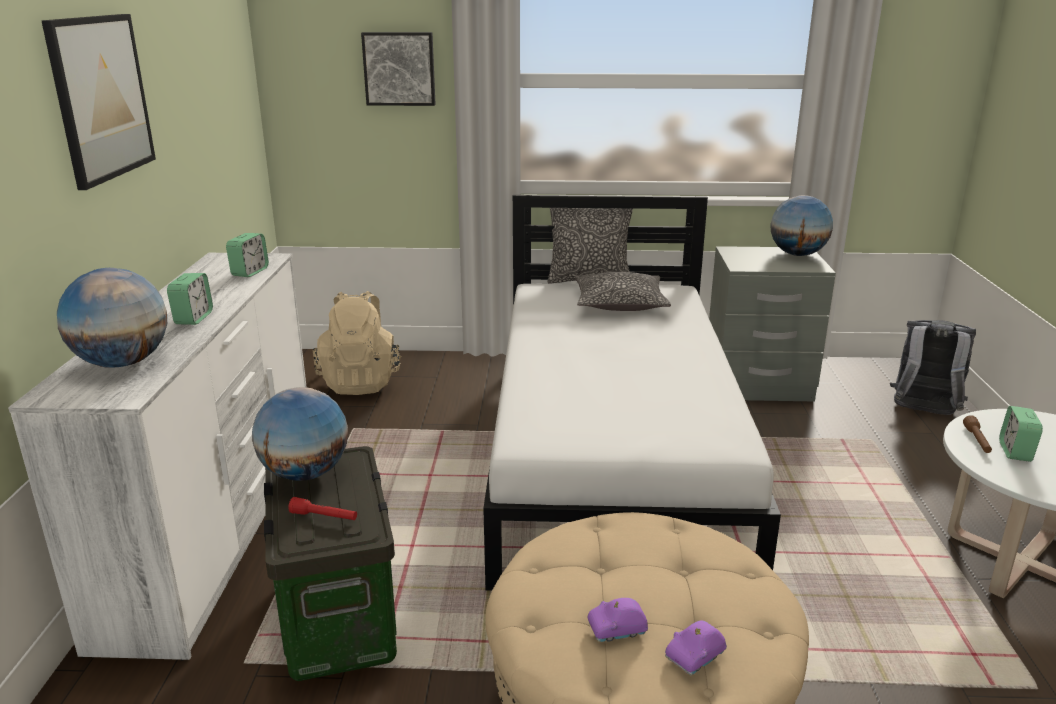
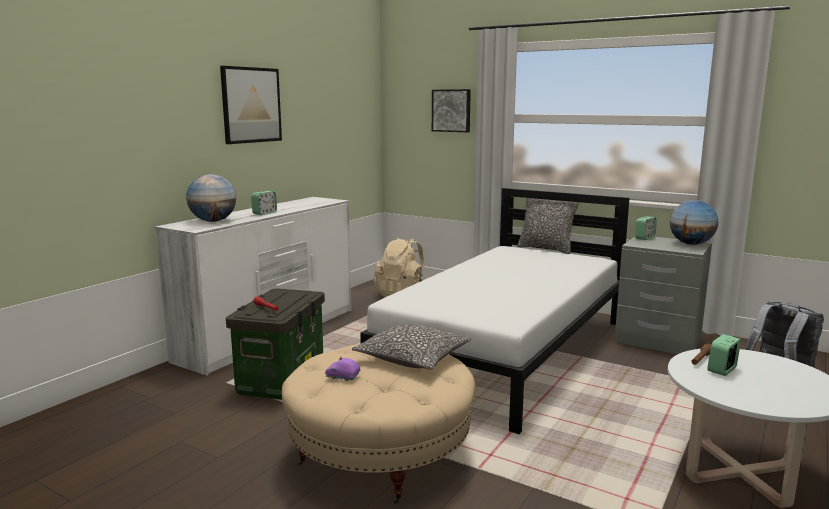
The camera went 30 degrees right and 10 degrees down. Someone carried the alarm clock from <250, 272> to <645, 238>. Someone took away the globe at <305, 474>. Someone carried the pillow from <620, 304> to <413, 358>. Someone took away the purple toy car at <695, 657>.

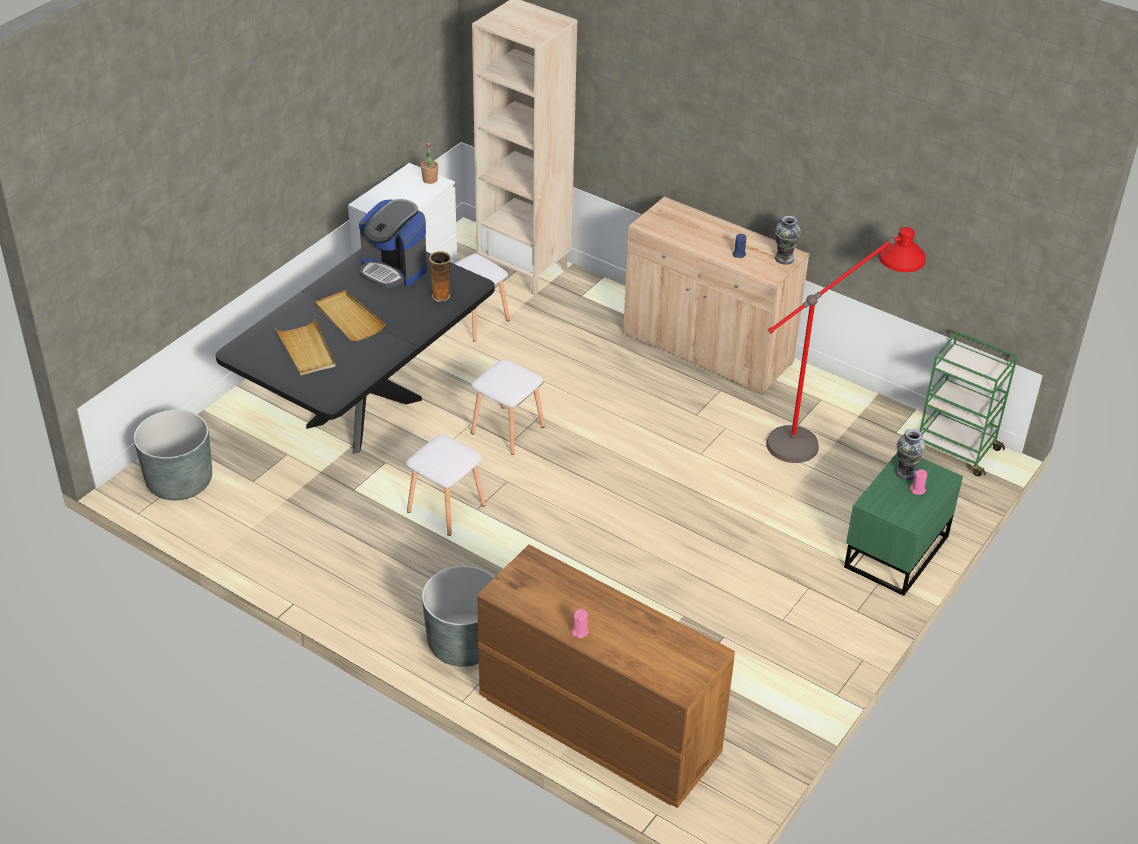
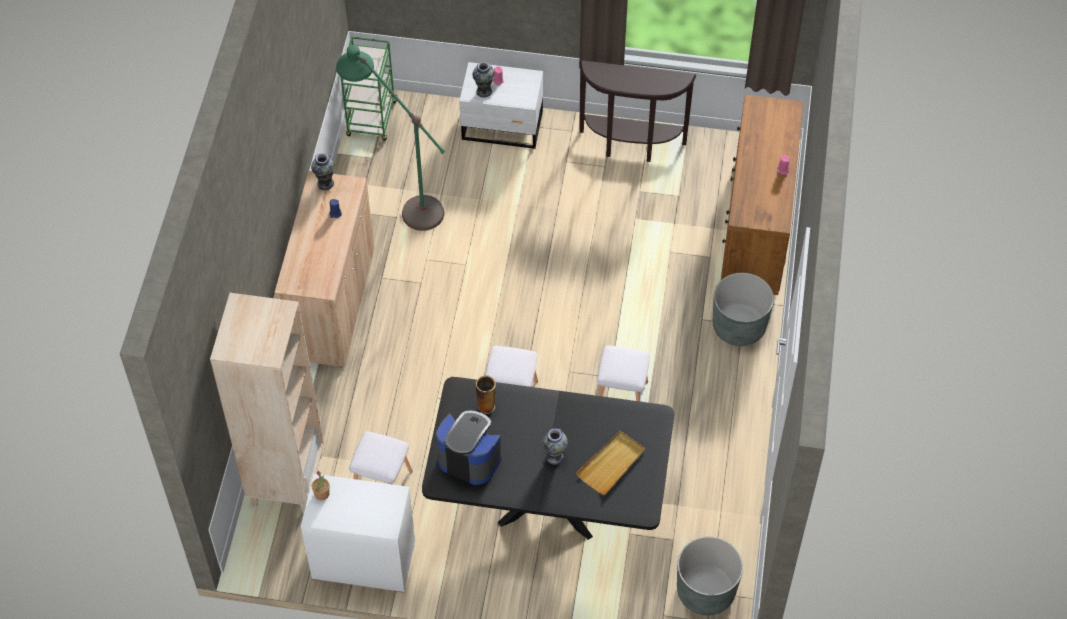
The camera went 115 degrees left and 15 degrees up. Someone swapped the beige tray at <348, 318> for the vase at <554, 456>. Someone rotated the coffee machine at <393, 269> by 75 degrees counterclockwise. Someone repainted the red floor lamp at <824, 435>, which became the green floor lamp at <400, 197>. Someone repainted the green nightstand at <893, 552>, which became the white nightstand at <503, 127>. Someone put down the brown console table at <631, 147>.

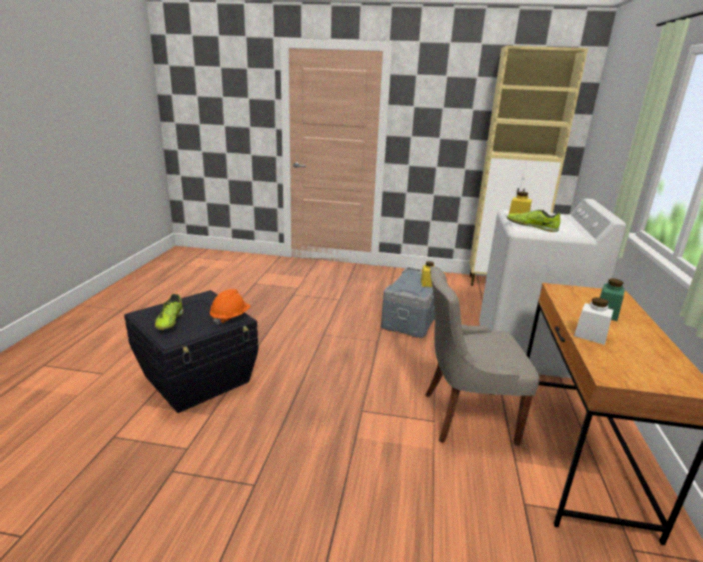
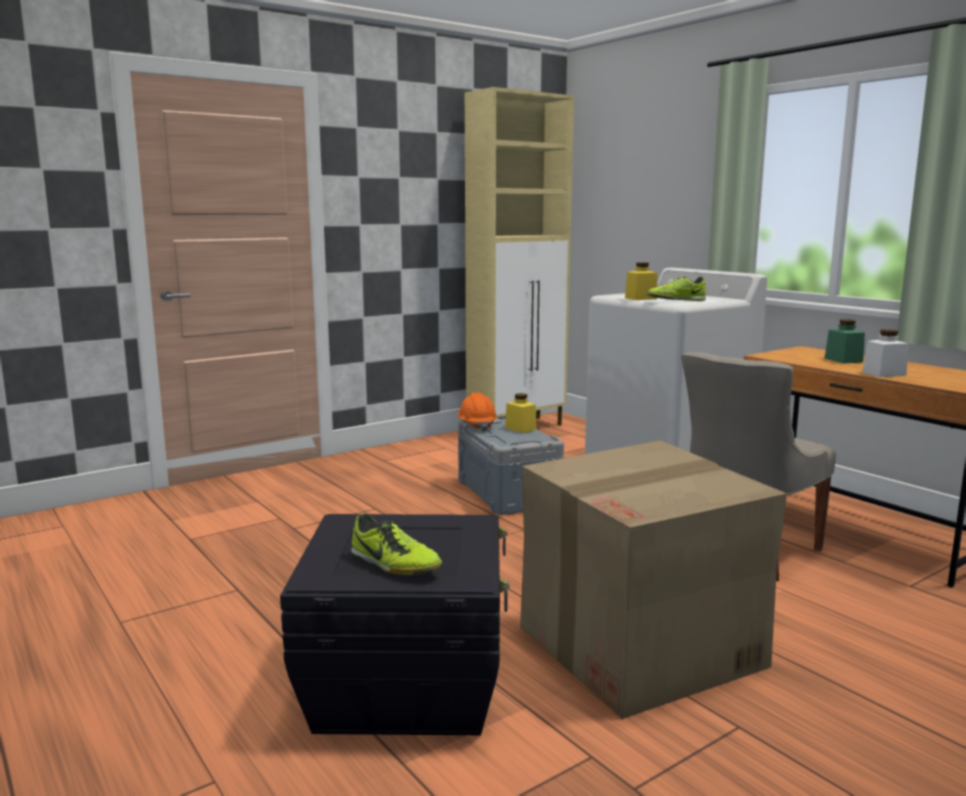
The camera went 45 degrees left and 10 degrees down. Someone carried the orange hard hat from <230, 317> to <476, 426>. Someone put down the cardboard box at <641, 646>.

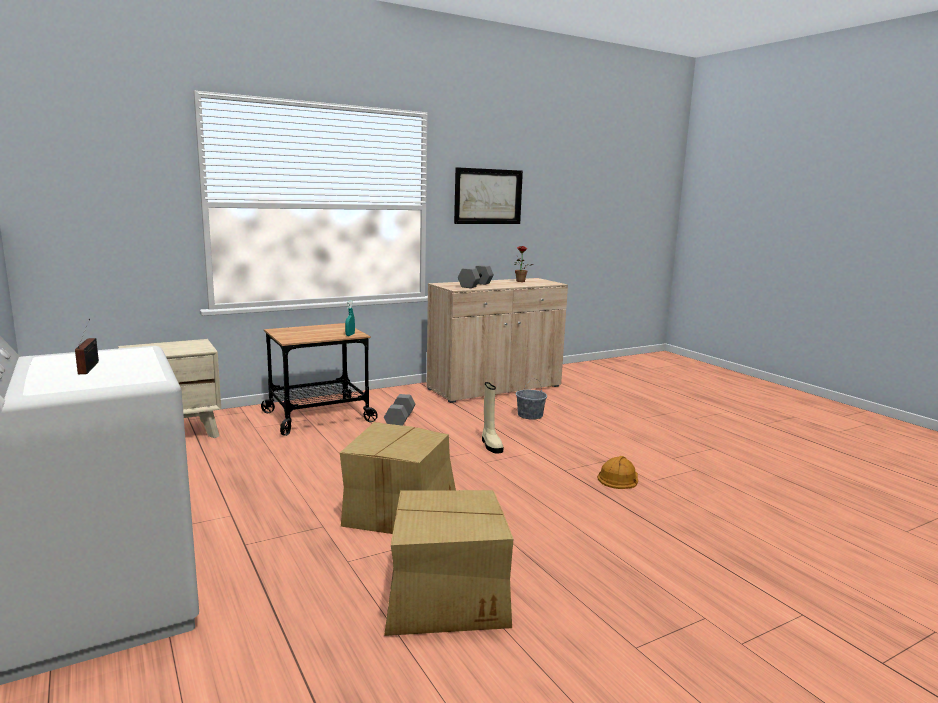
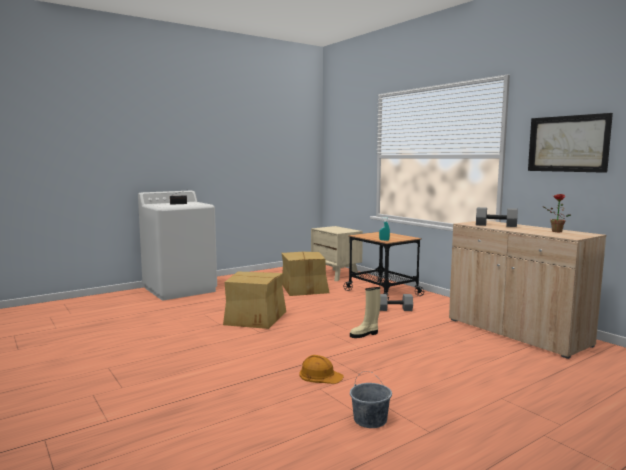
The camera went 85 degrees right and 5 degrees down. Someone carried the cardboard box from <444, 597> to <304, 289>. Someone carried the grey bucket from <530, 415> to <370, 420>.

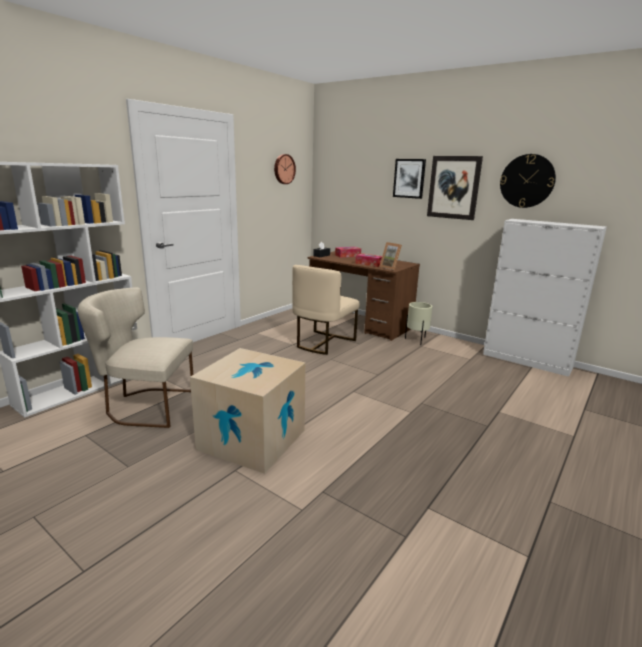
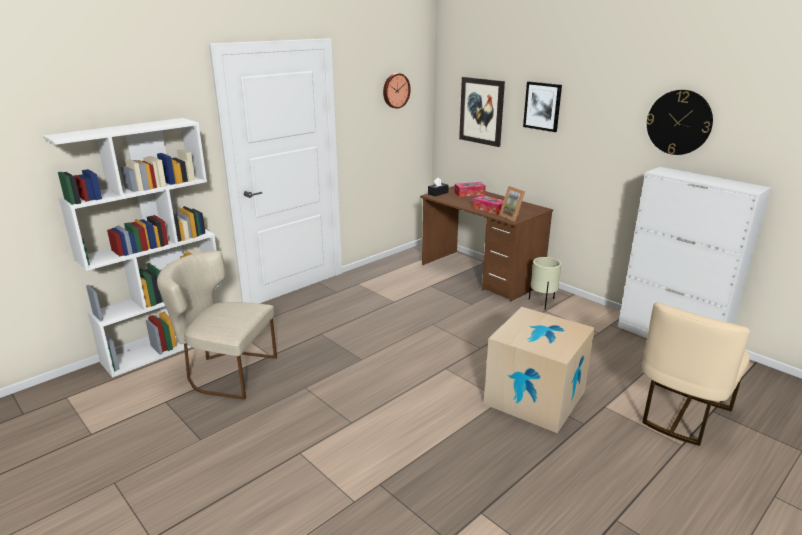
The camera went 10 degrees right and 5 degrees up. Someone carried the cardboard box from <252, 439> to <534, 398>. Someone carried the beige chair from <323, 343> to <680, 414>. Someone carried the picture from <453, 187> to <481, 111>.

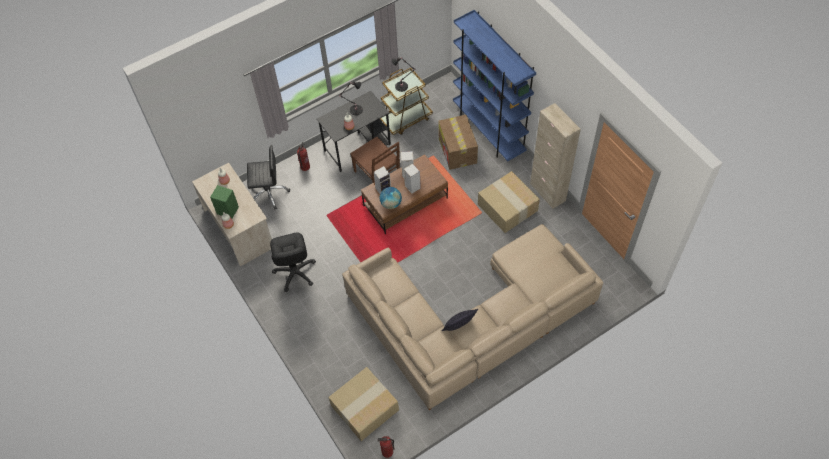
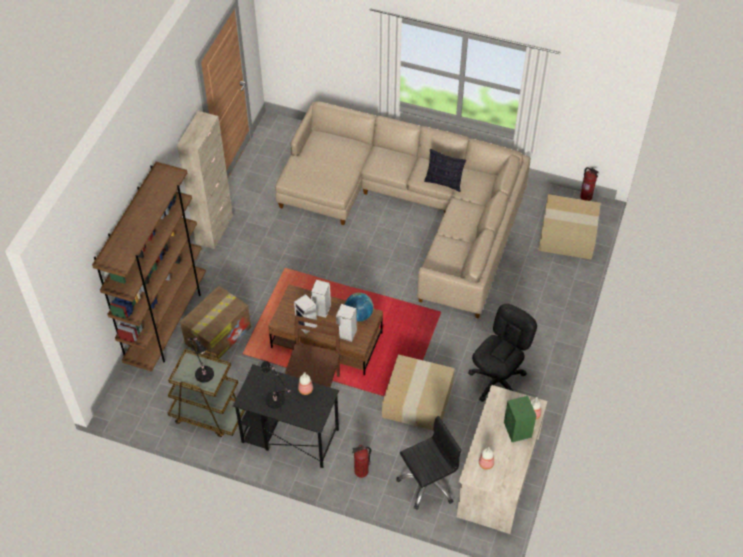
The camera went 130 degrees left and 5 degrees down. Someone rotated the black office chair at <268, 193> by 105 degrees clockwise. Someone repainted the blue bookcase at <488, 131>, which became the brown bookcase at <166, 323>. Someone carried the cardboard box from <508, 207> to <417, 399>.

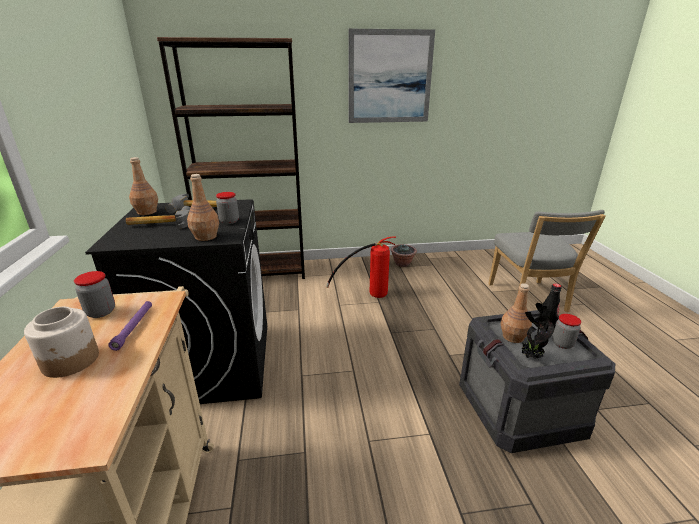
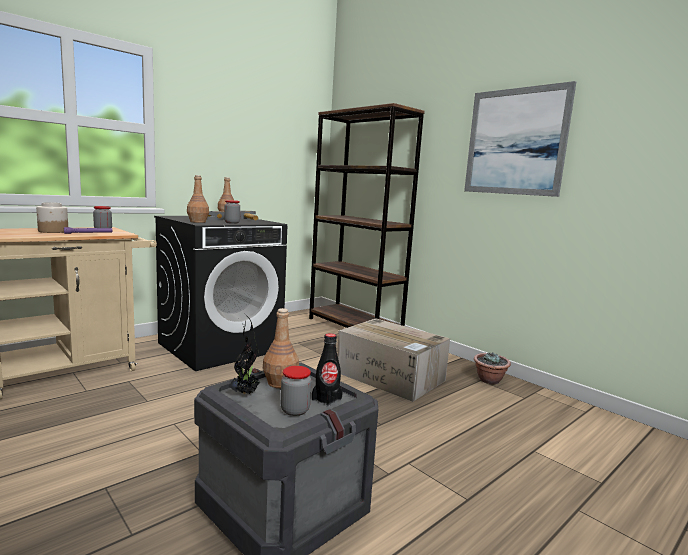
The camera went 55 degrees right and 15 degrees down. Someone swapped the fire extinguisher at <368, 295> for the cardboard box at <392, 377>. Someone took away the grey chair at <528, 300>.

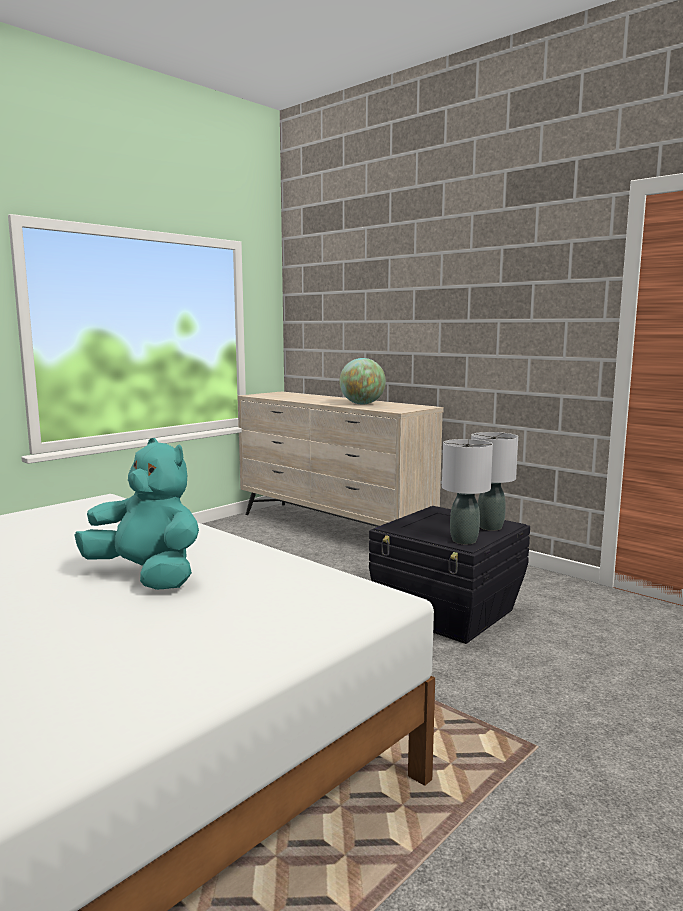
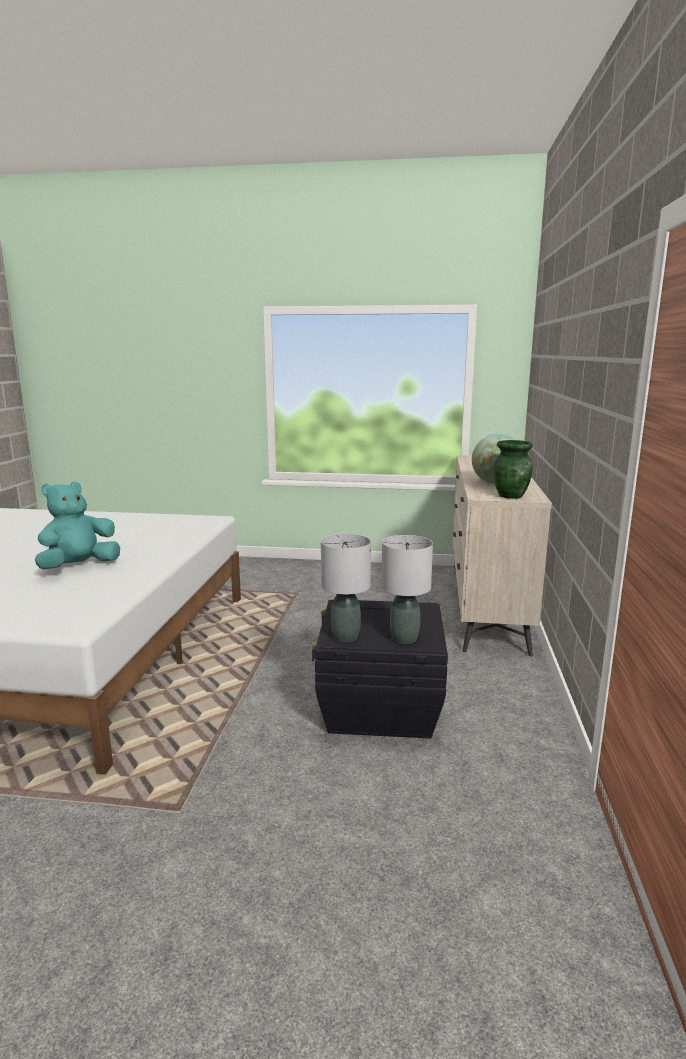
The camera went 55 degrees right and 5 degrees up. Someone rotated the turquoise plush toy at <147, 576> by 135 degrees counterclockwise. Someone put down the green vase at <511, 496>.

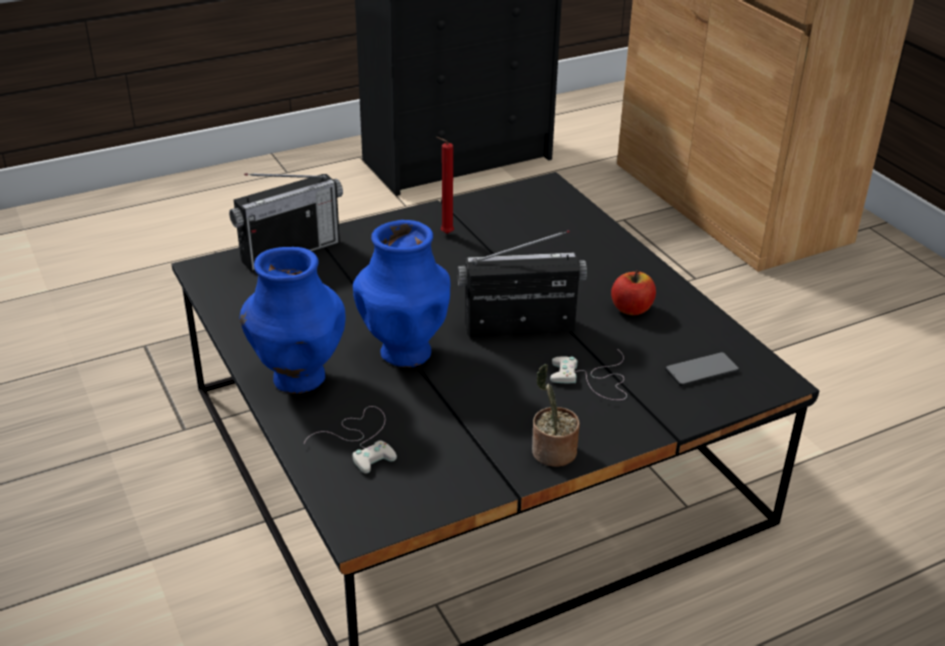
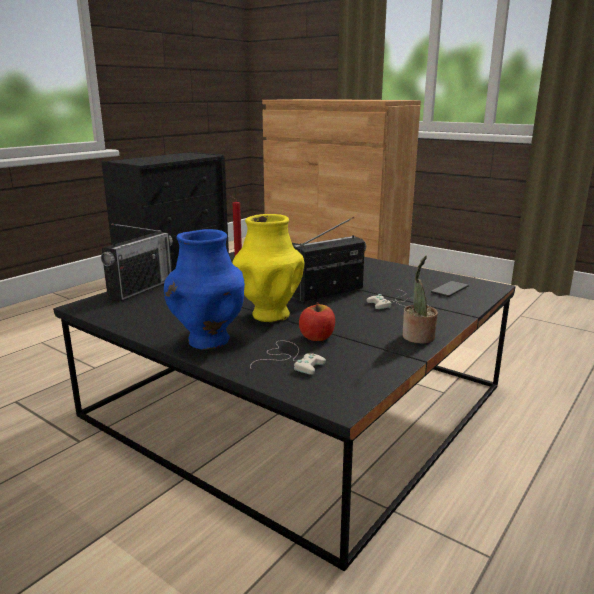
The camera went 25 degrees left and 15 degrees down. Someone repainted the blue vase at <405, 351>, which became the yellow vase at <270, 315>. Someone carried the apple from <631, 309> to <317, 337>.

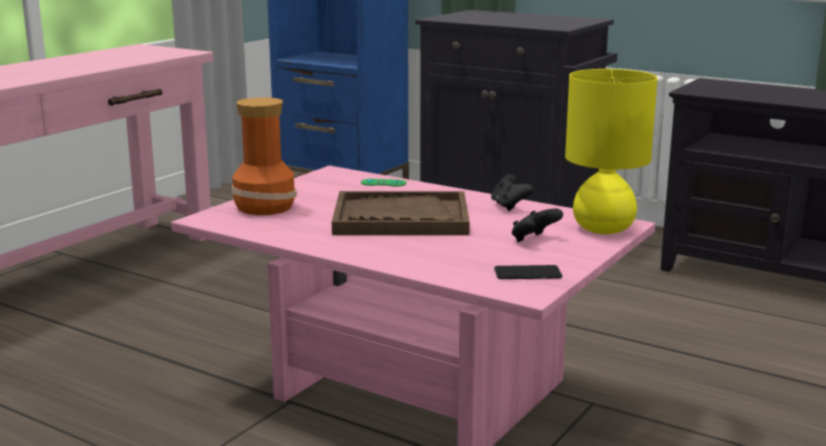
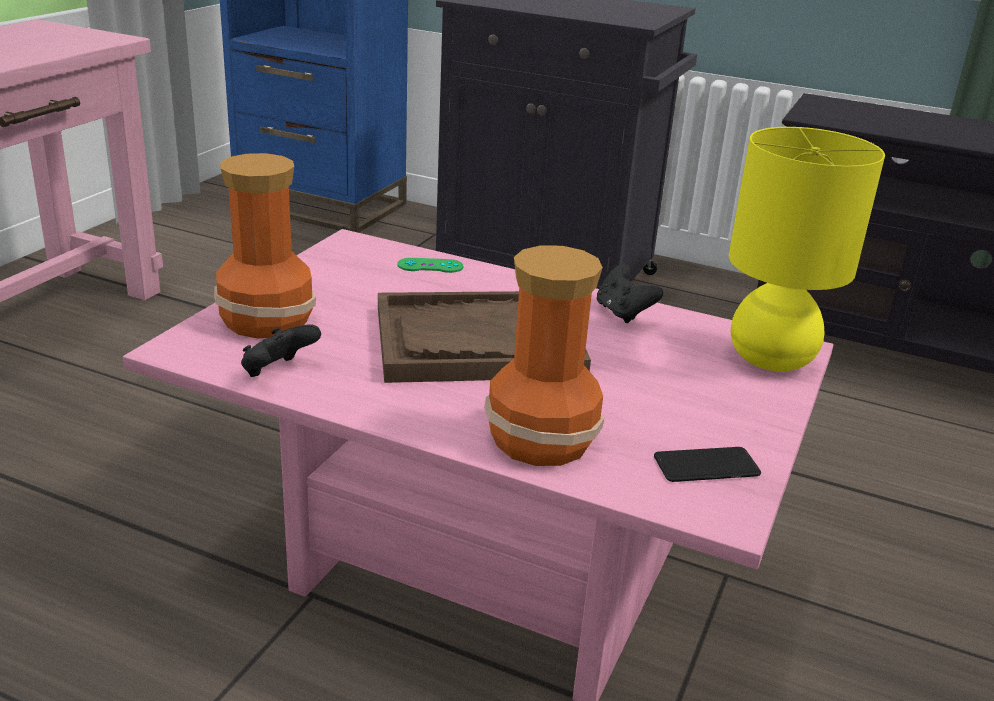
The camera went 10 degrees left and 10 degrees up. Someone carried the black game controller from <534, 240> to <278, 372>. Someone put down the vase at <539, 440>.

